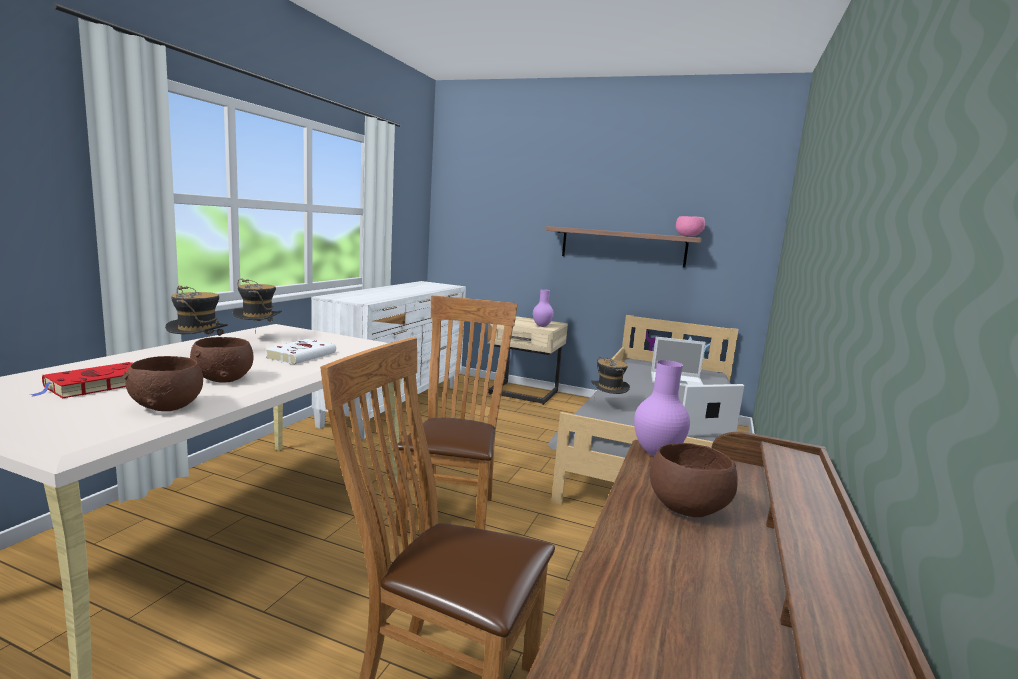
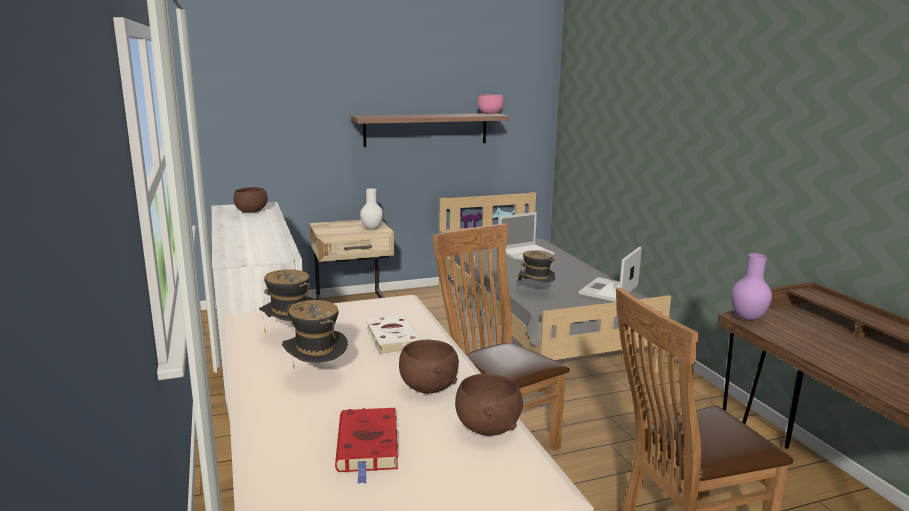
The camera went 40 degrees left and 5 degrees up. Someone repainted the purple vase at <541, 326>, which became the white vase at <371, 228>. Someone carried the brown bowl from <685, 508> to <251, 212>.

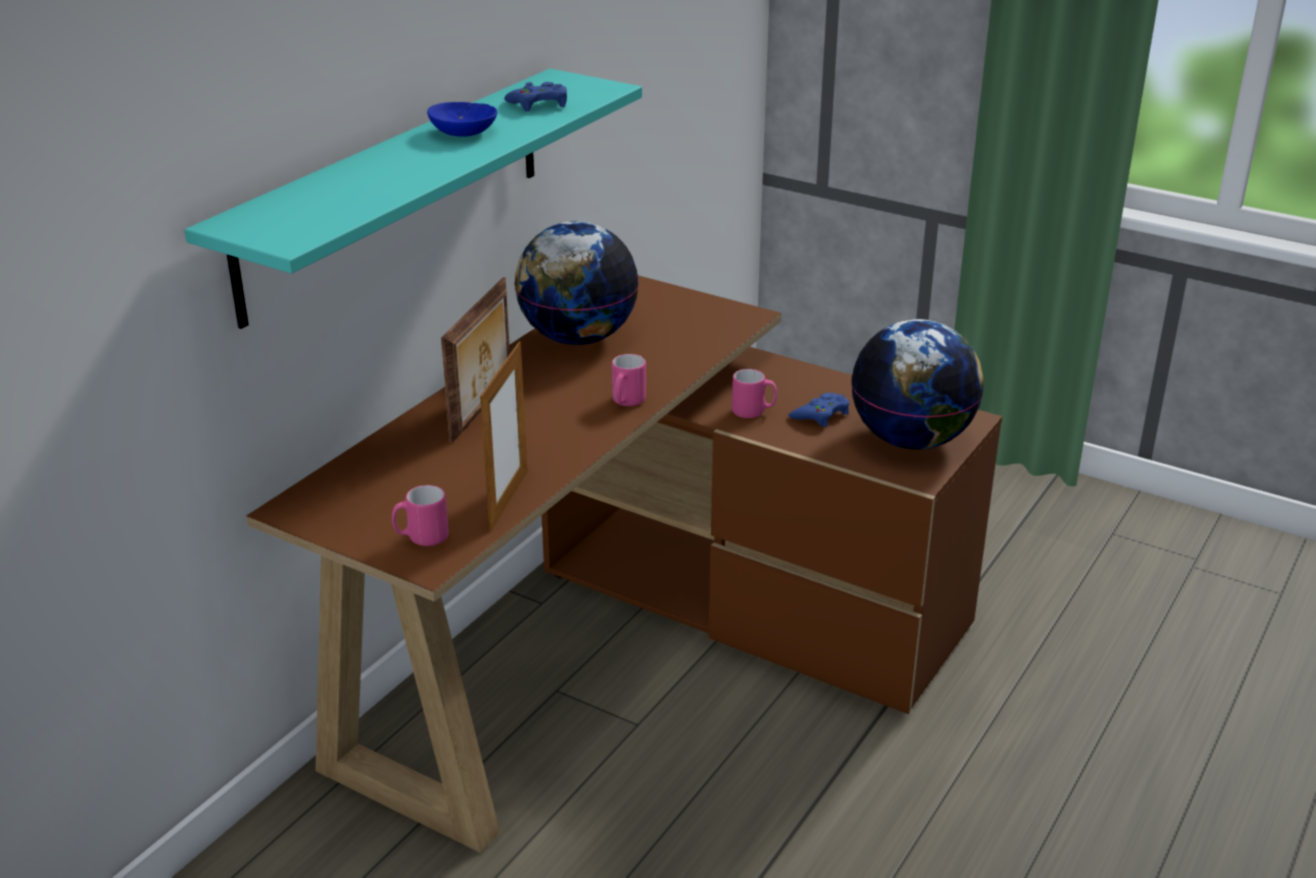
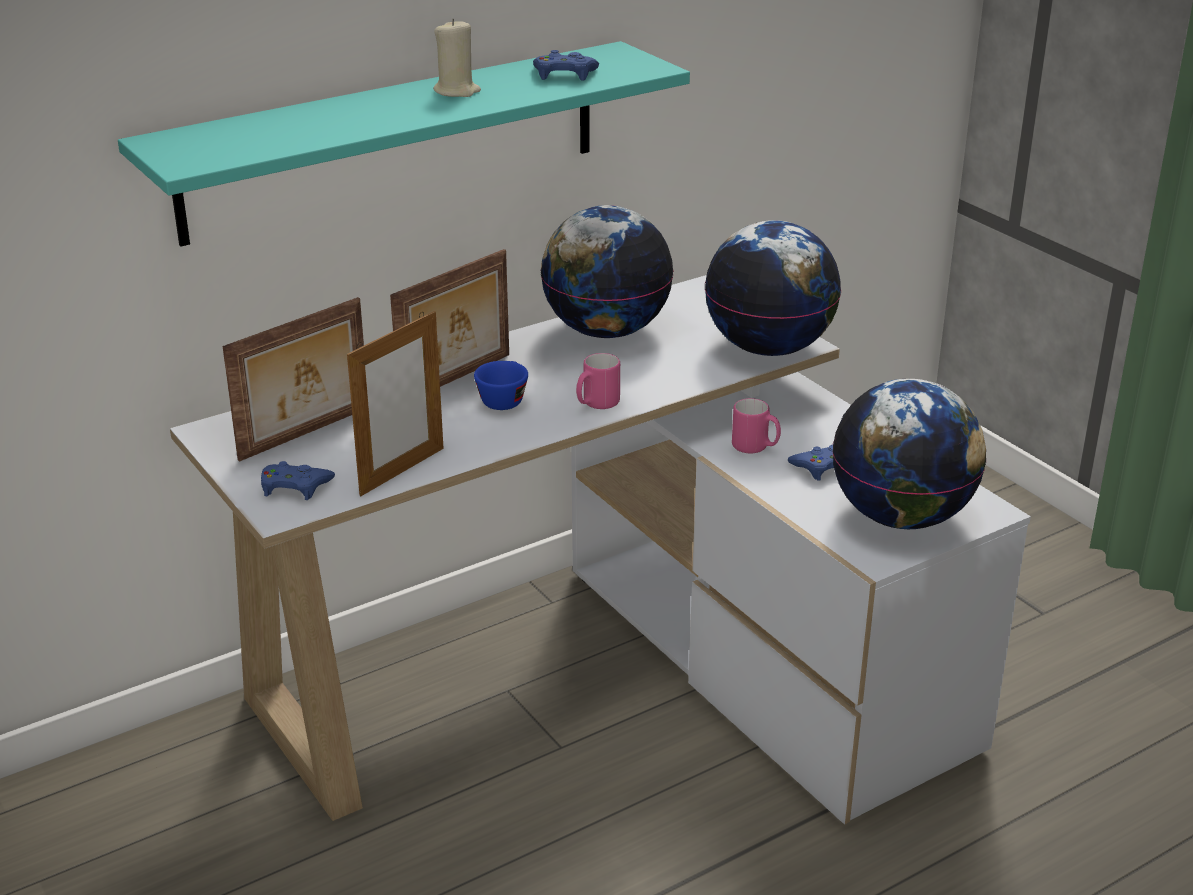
The camera went 25 degrees right and 0 degrees up. Someone repainted the brown desk at <638, 650>, which became the white desk at <612, 675>. Someone swapped the pink mug at <421, 538> for the blue game controller at <294, 486>. Someone swapped the blue bowl at <462, 133> for the beige candle at <457, 91>. Someone put down the picture frame at <306, 434>. Someone put down the blue cup at <503, 399>. Someone put down the globe at <769, 348>.

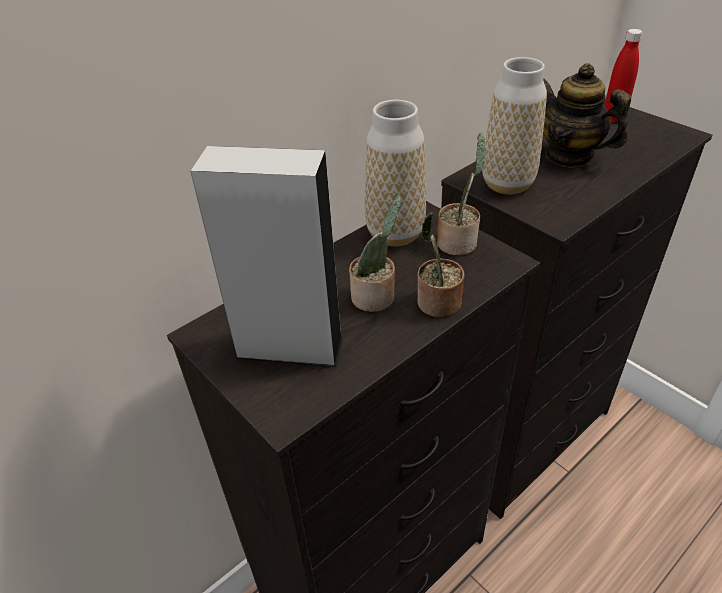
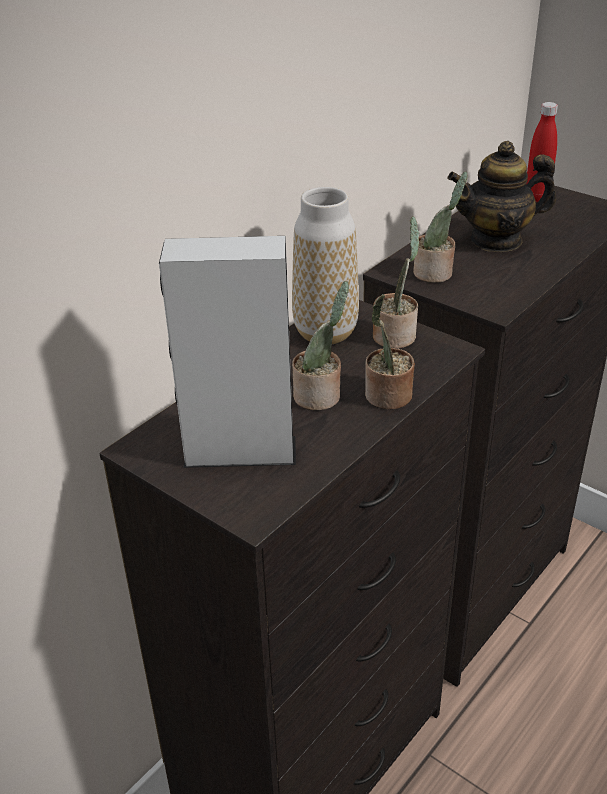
The camera went 10 degrees left and 5 degrees down. Someone swapped the vase at <507, 184> for the potted plant at <436, 273>. Someone rotated the teapot at <569, 156> by 45 degrees counterclockwise.

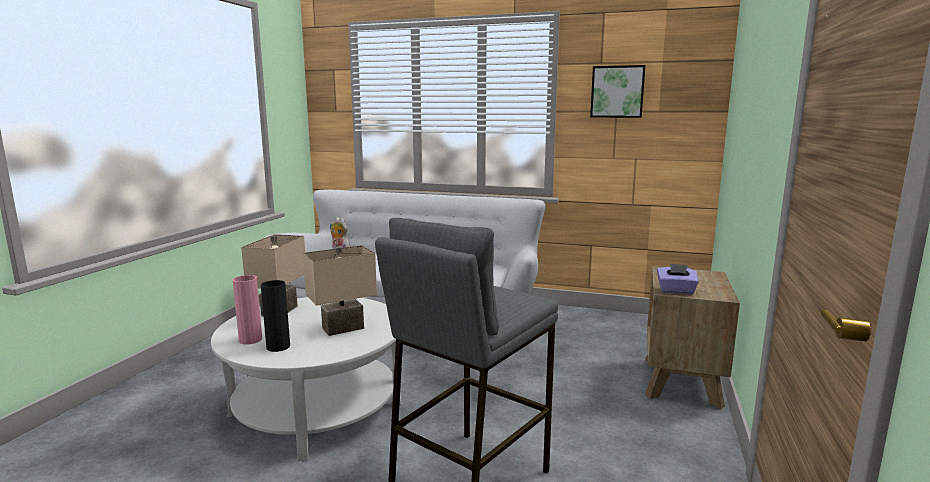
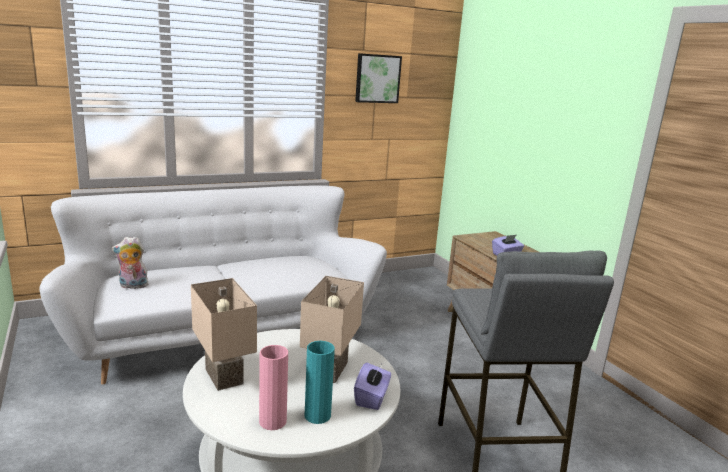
The camera went 45 degrees left and 5 degrees up. Someone repainted the black vase at <278, 347>, which became the turquoise vase at <317, 415>. Someone put down the purple tissue box at <372, 398>.

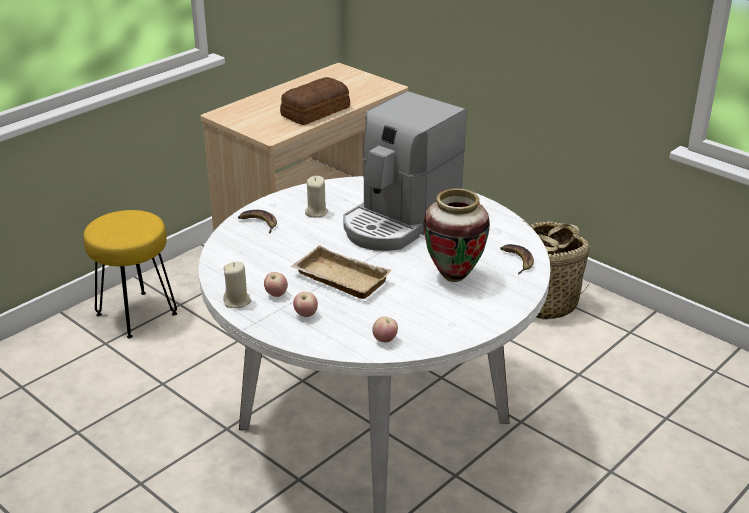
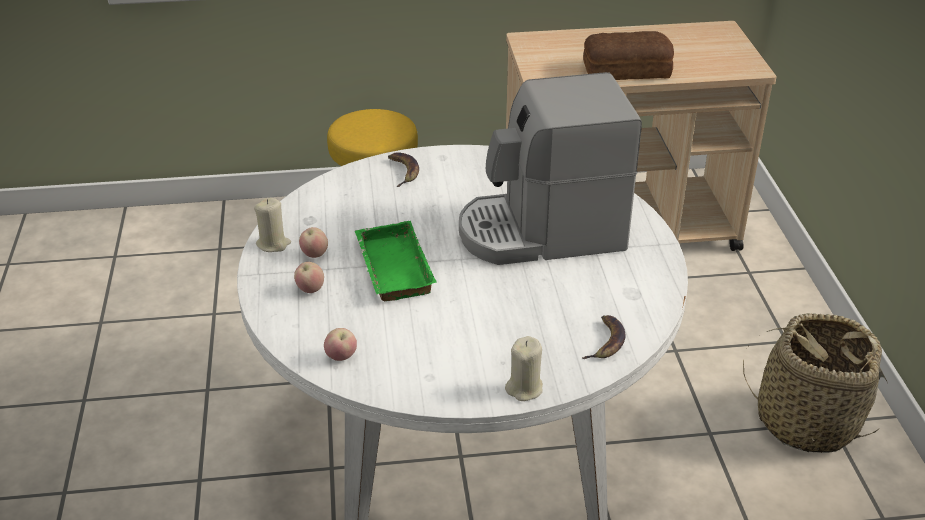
The camera went 40 degrees right and 5 degrees up. Someone repainted the beige tray at <338, 279>, which became the green tray at <391, 267>. Someone carried the beige candle from <316, 212> to <524, 388>. Someone took away the vase at <454, 276>.

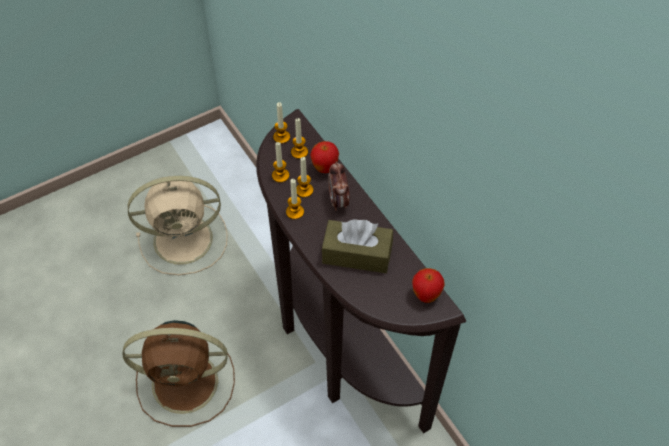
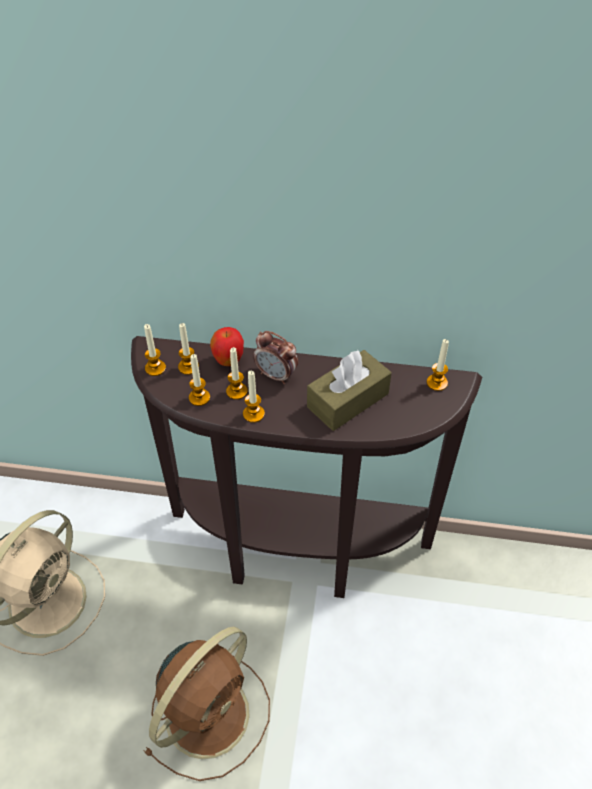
The camera went 50 degrees left and 5 degrees down. Someone swapped the apple at <426, 295> for the candle at <437, 383>.

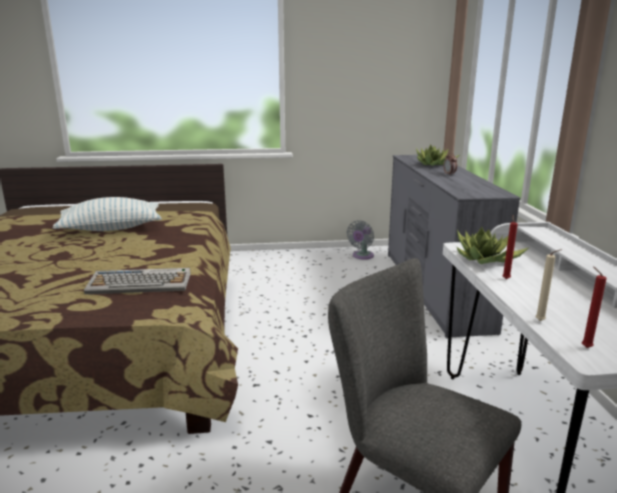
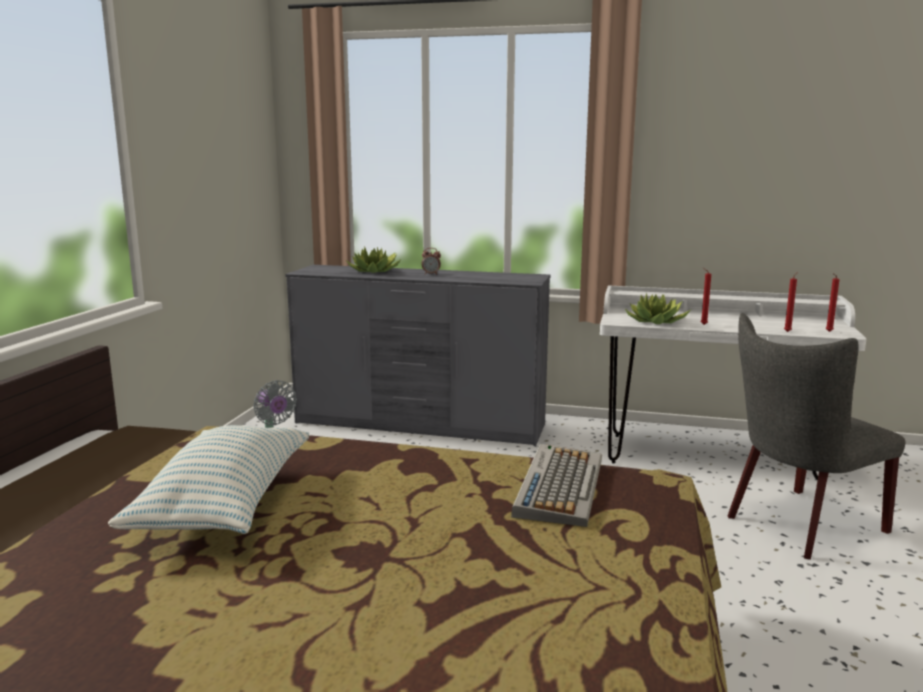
The camera went 70 degrees left and 5 degrees down. Someone repainted the beige candle at <541, 321>, which became the red candle at <788, 331>.

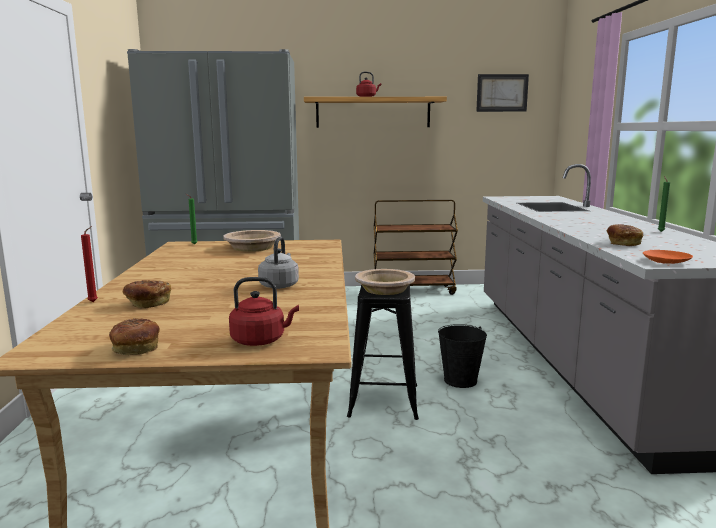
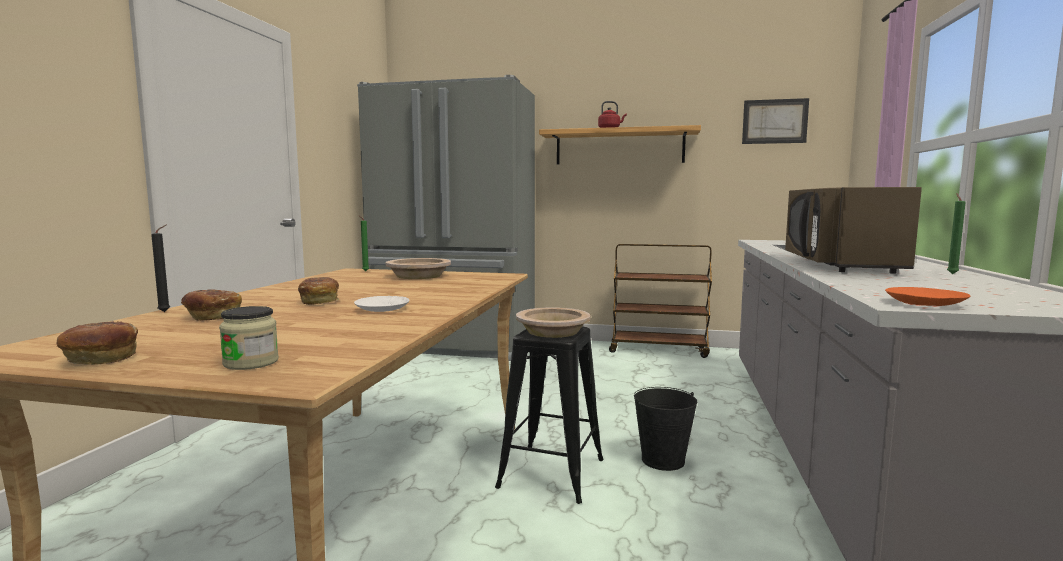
The camera went 15 degrees right and 5 degrees down. Someone repainted the red candle at <94, 302>, which became the black candle at <166, 311>. Someone swapped the red kettle at <261, 340> for the jar at <251, 362>. Someone swapped the grey kettle at <279, 285> for the white plate at <383, 309>. Someone carried the bread from <623, 243> to <320, 301>. Someone put down the brown microwave at <838, 265>.

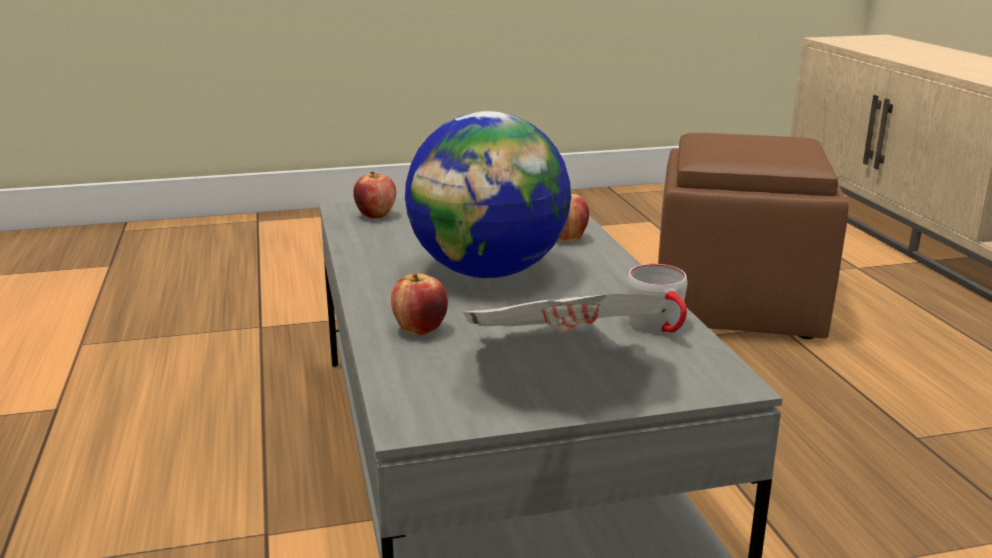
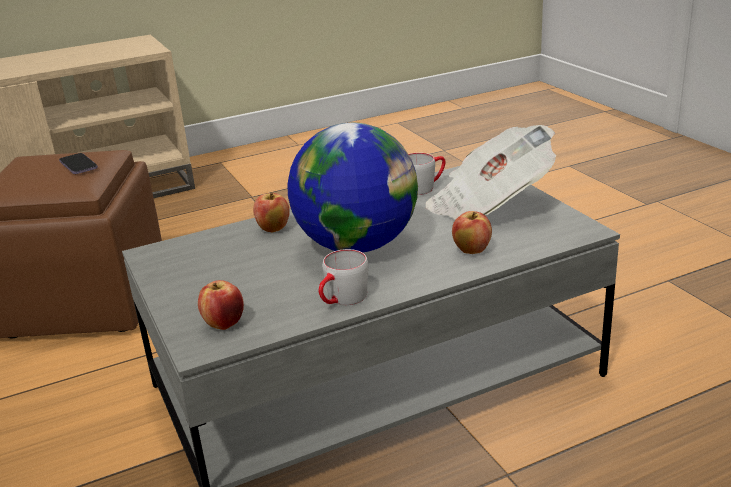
The camera went 100 degrees left and 5 degrees up. Someone put down the phone at <78, 165>. Someone put down the grey mug at <342, 300>.

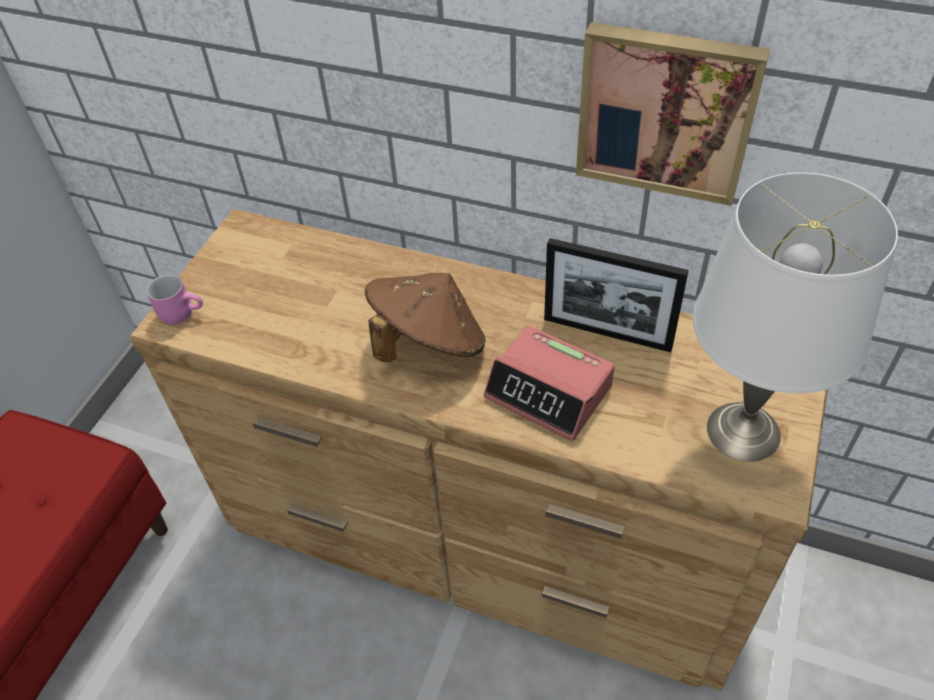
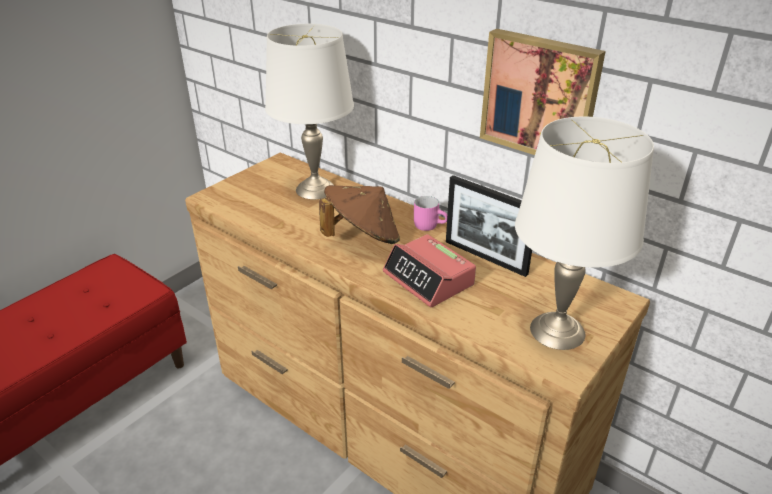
The camera went 15 degrees right and 15 degrees down. Someone carried the pink mug from <182, 312> to <430, 225>. Someone put down the white table lamp at <315, 189>.

